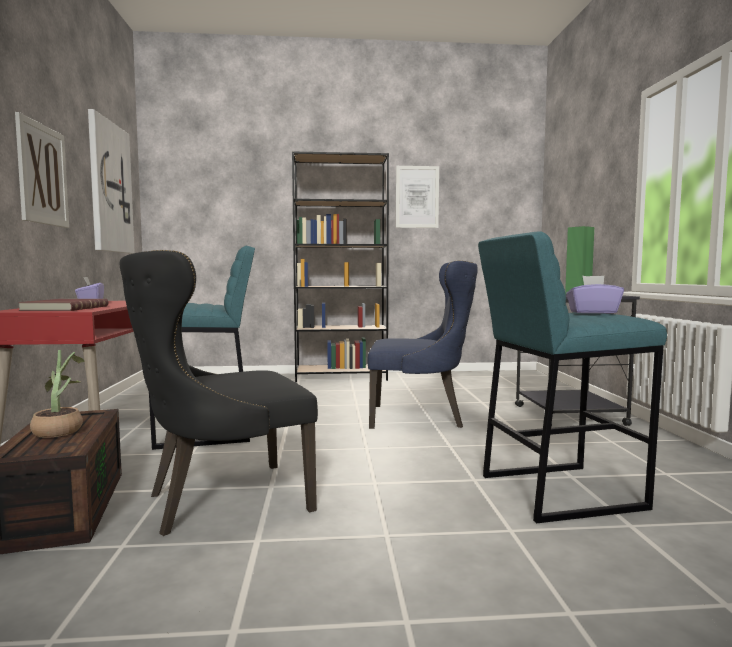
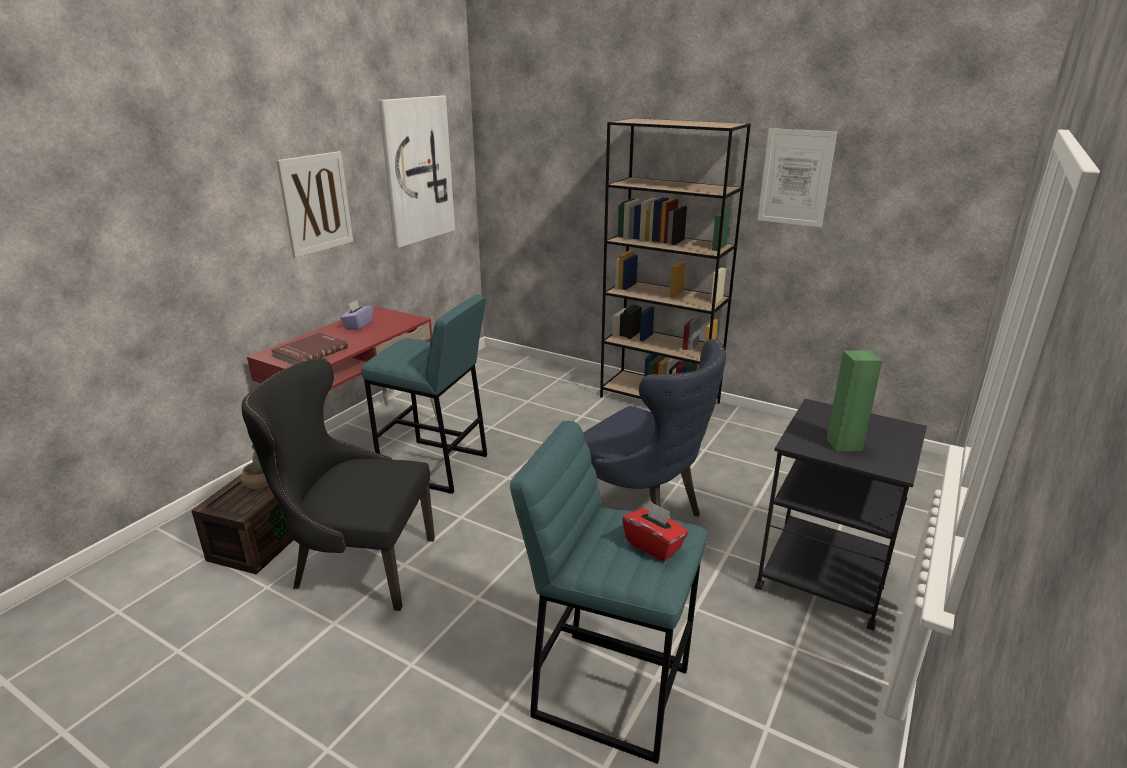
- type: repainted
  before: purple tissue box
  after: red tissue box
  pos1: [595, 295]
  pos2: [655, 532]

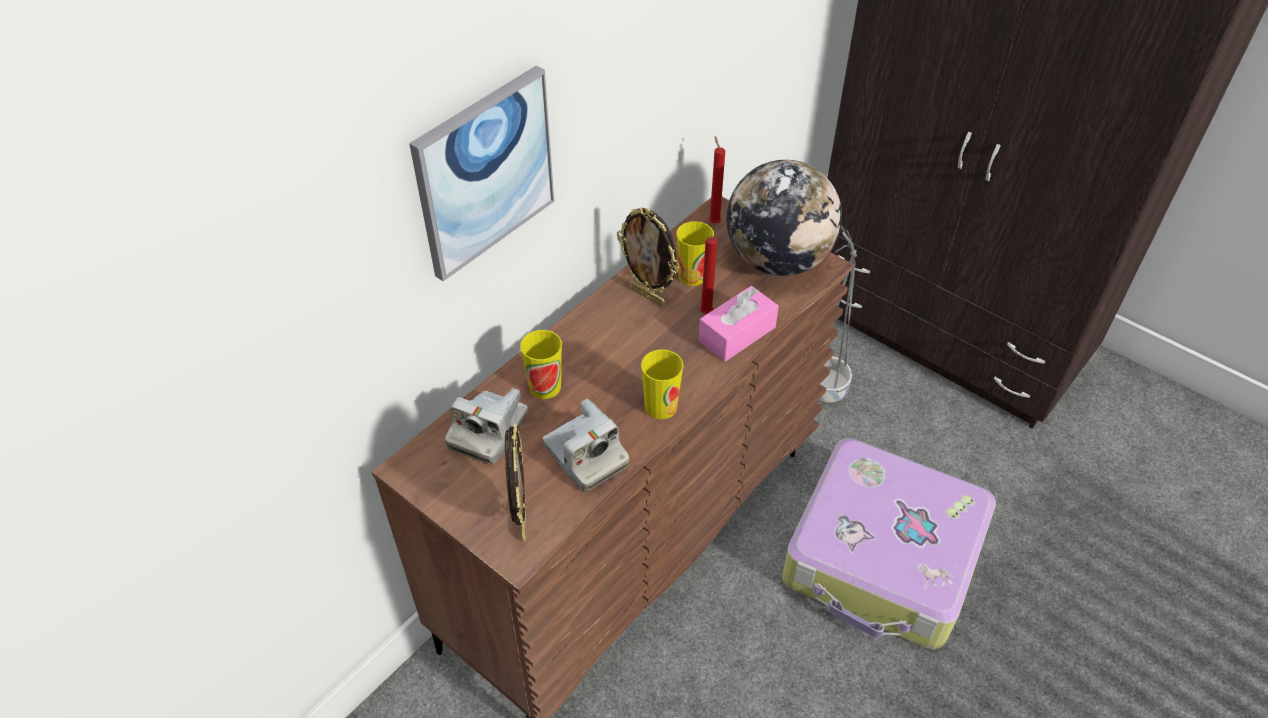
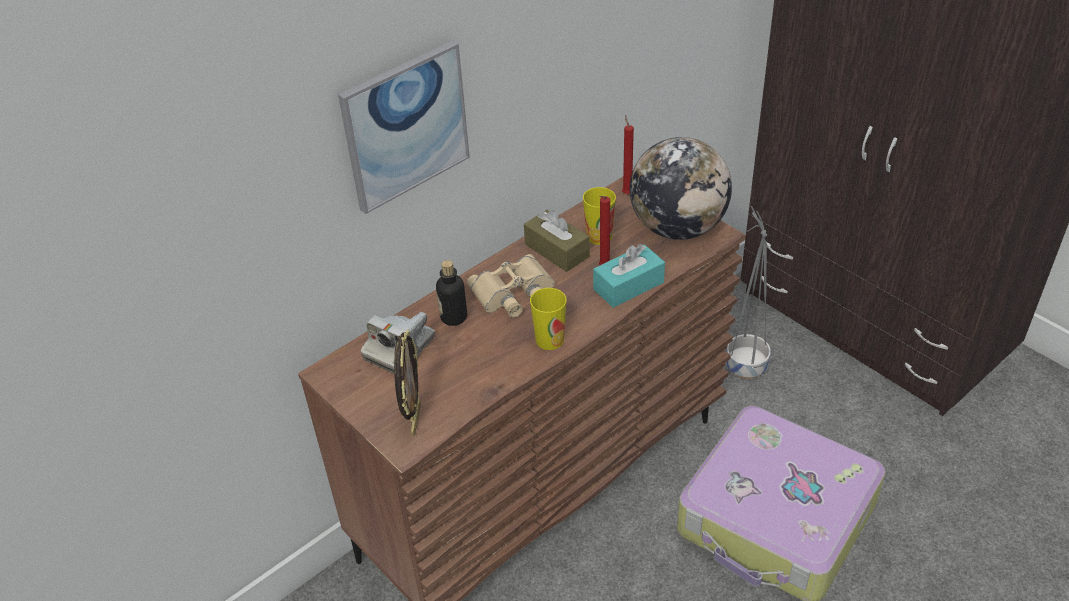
- type: gone
  before: photo camera
  pos1: [586, 445]
- type: new
  after: beige binoculars
  pos2: [511, 286]
- type: swapped
  before: cup
  after: bottle
  pos1: [541, 364]
  pos2: [451, 293]
- type: swapped
  before: picture frame
  after: brown tissue box
  pos1: [648, 257]
  pos2: [557, 241]
- type: repainted
  before: pink tissue box
  after: turquoise tissue box
  pos1: [738, 324]
  pos2: [629, 276]

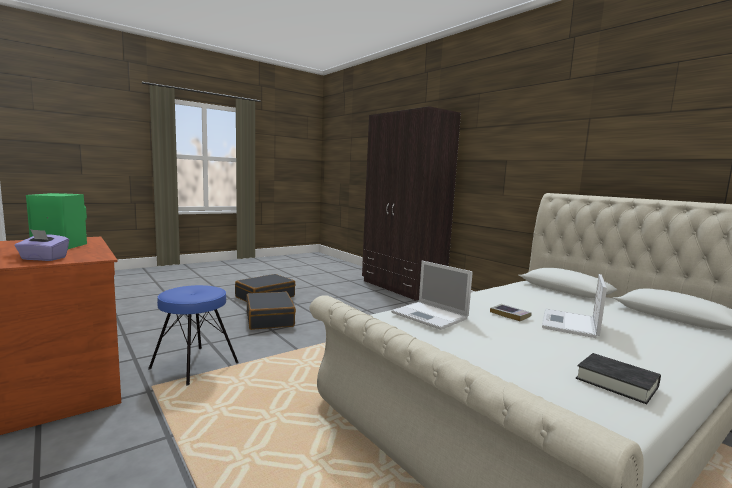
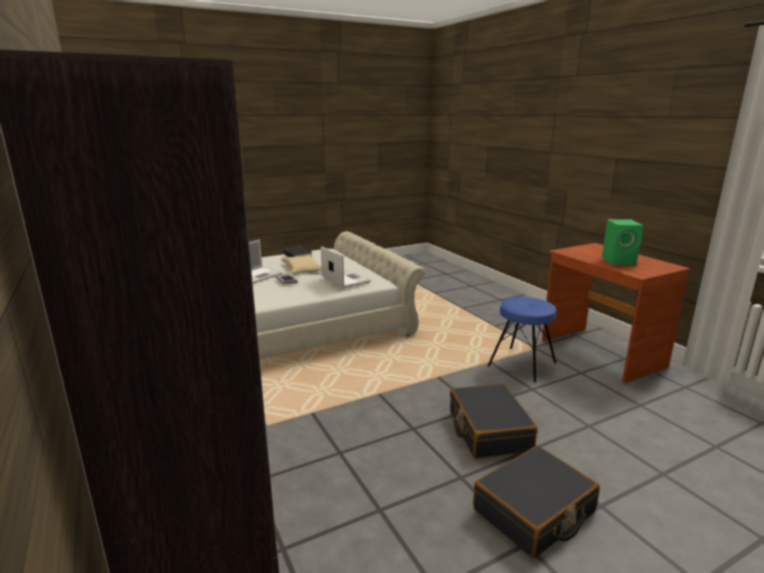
- type: gone
  before: purple tissue box
  pos1: [42, 245]
- type: new
  after: beige pillow
  pos2: [301, 264]

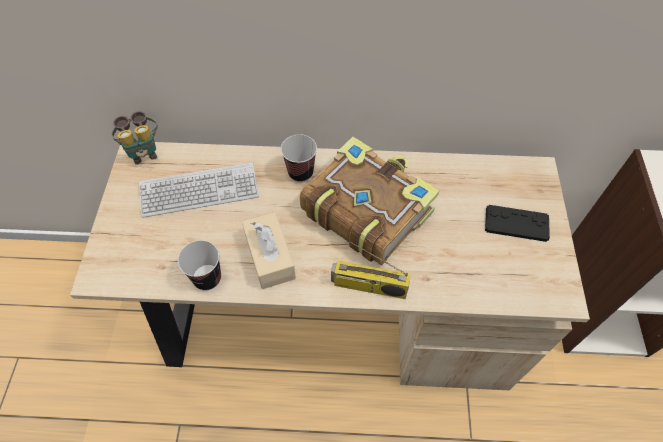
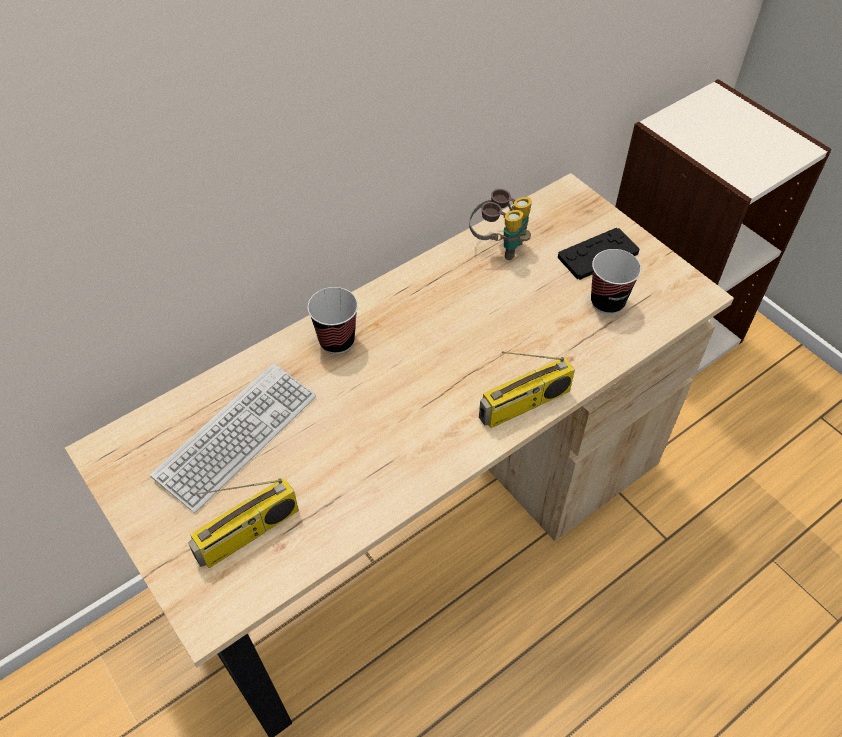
- type: gone
  before: beige tissue box
  pos1: [269, 250]
- type: gone
  before: book
  pos1: [370, 201]
- type: new
  after: radio
  pos2: [243, 522]
- type: shifted
  before: binoculars
  pos1: [135, 138]
  pos2: [500, 224]
- type: shifted
  before: cup
  pos1: [199, 265]
  pos2: [616, 281]

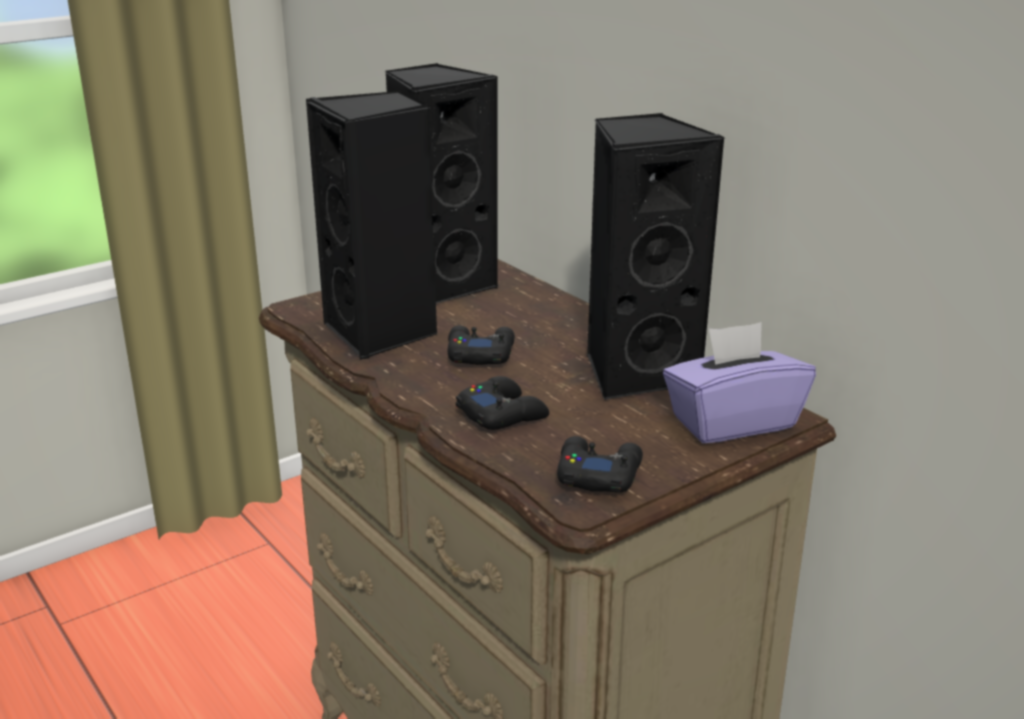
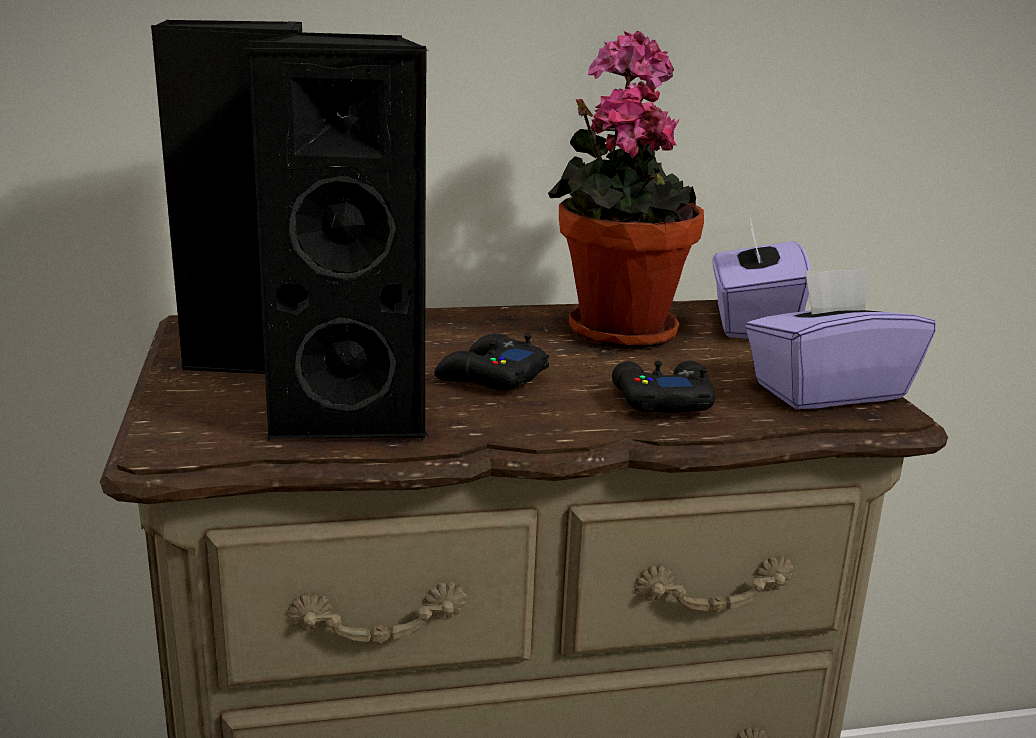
- type: swapped
  before: black game controller
  after: purple tissue box
  pos1: [600, 464]
  pos2: [840, 338]
- type: swapped
  before: black speaker
  after: potted plant
  pos1: [656, 256]
  pos2: [626, 190]

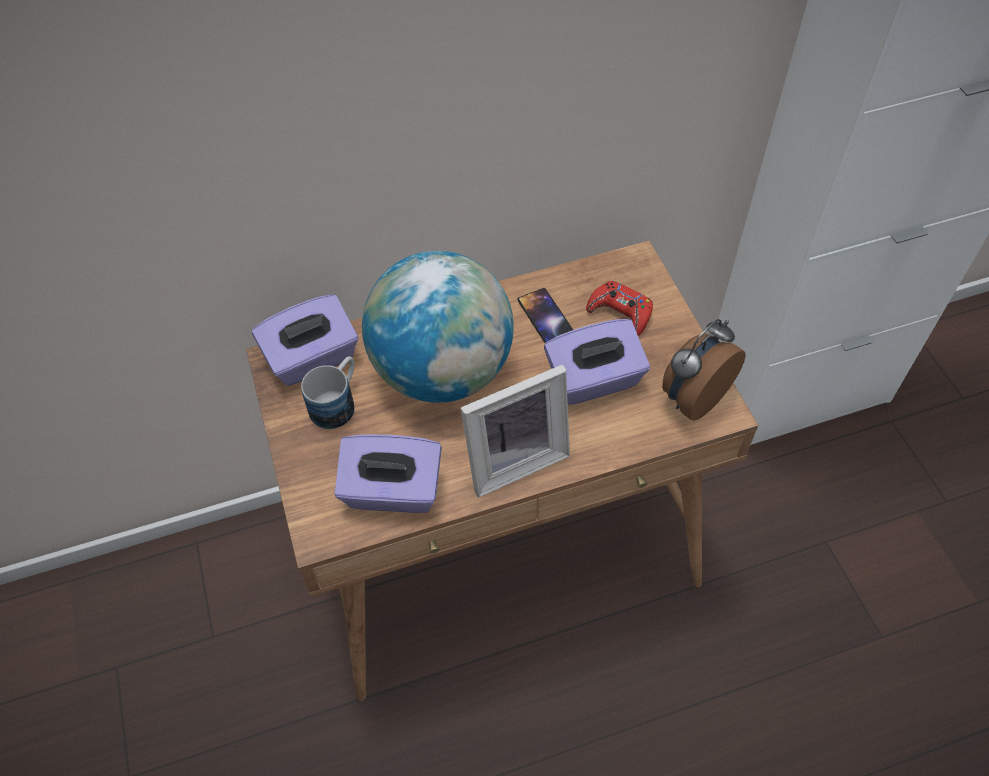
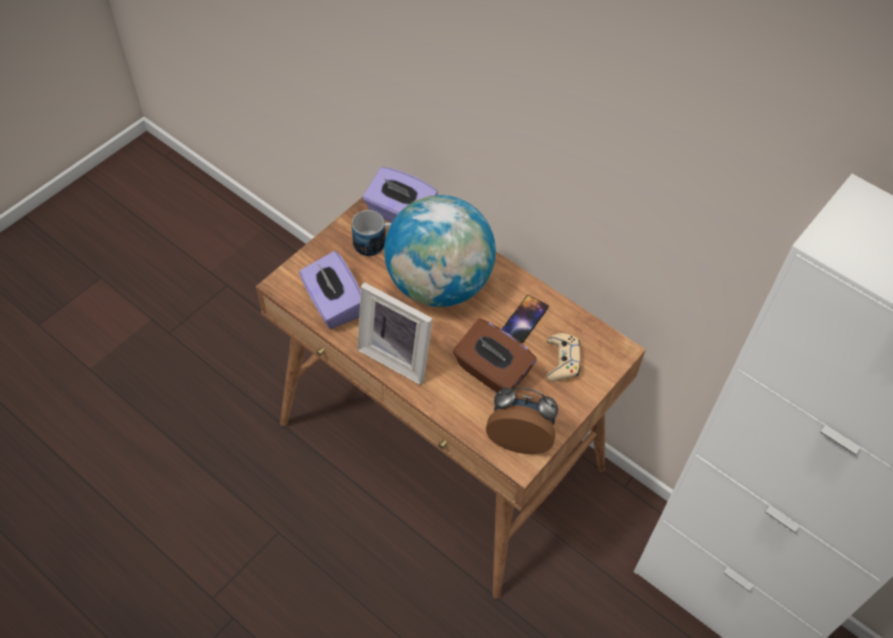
- type: repainted
  before: purple tissue box
  after: brown tissue box
  pos1: [597, 362]
  pos2: [495, 356]
- type: repainted
  before: red game controller
  after: beige game controller
  pos1: [619, 308]
  pos2: [563, 357]

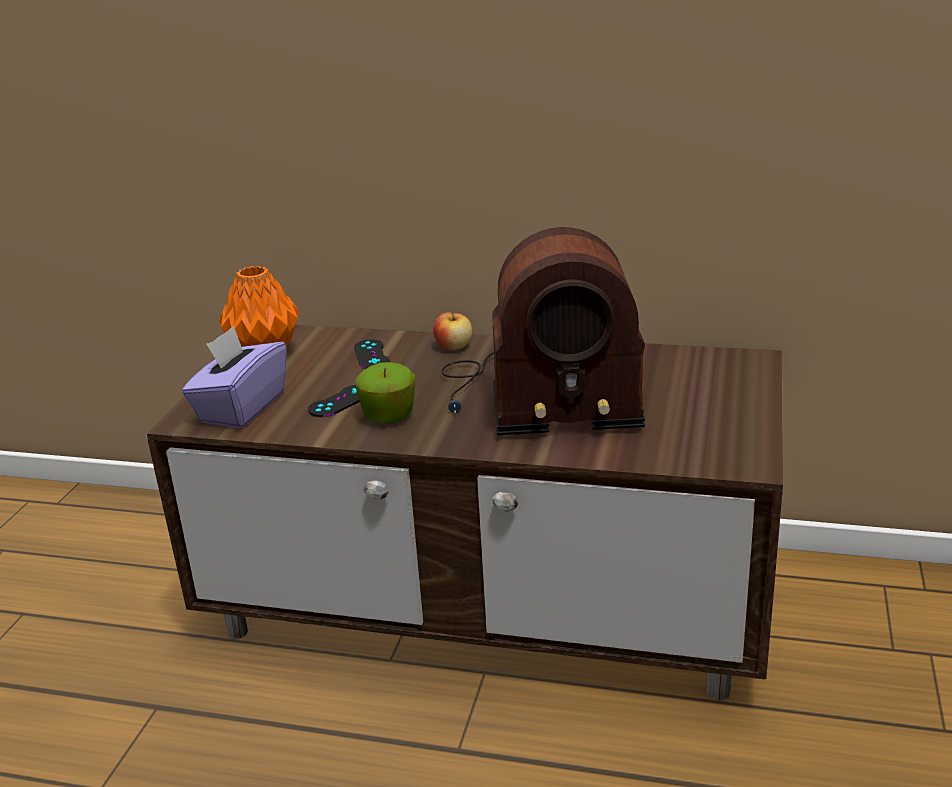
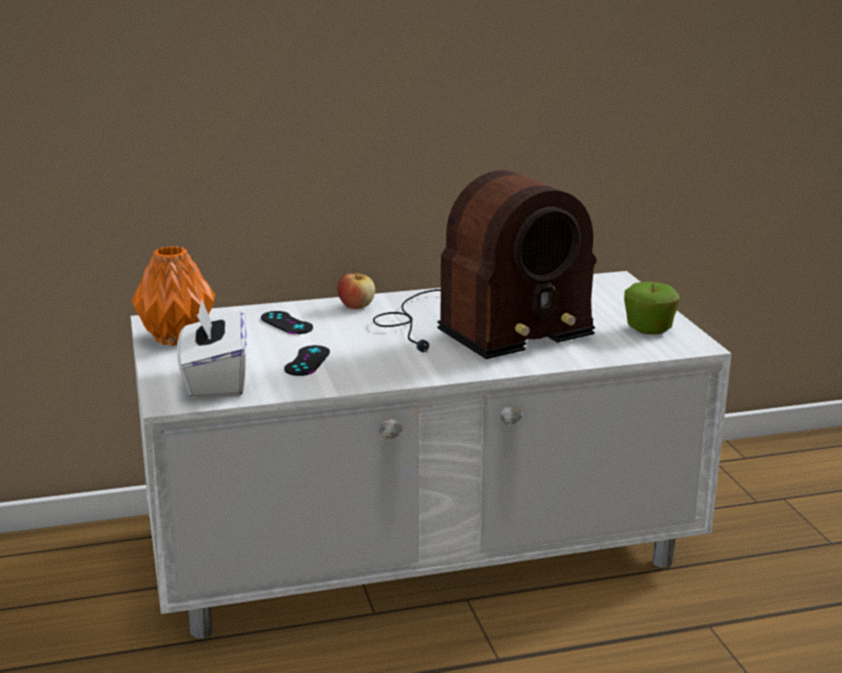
- type: shifted
  before: apple
  pos1: [385, 393]
  pos2: [652, 308]
- type: repainted
  before: brown tv stand
  after: white tv stand
  pos1: [464, 512]
  pos2: [431, 454]
- type: repainted
  before: purple tissue box
  after: white tissue box
  pos1: [234, 377]
  pos2: [212, 349]

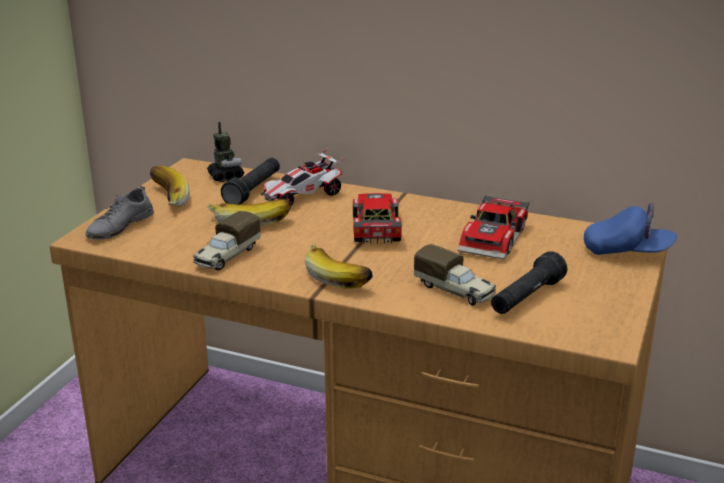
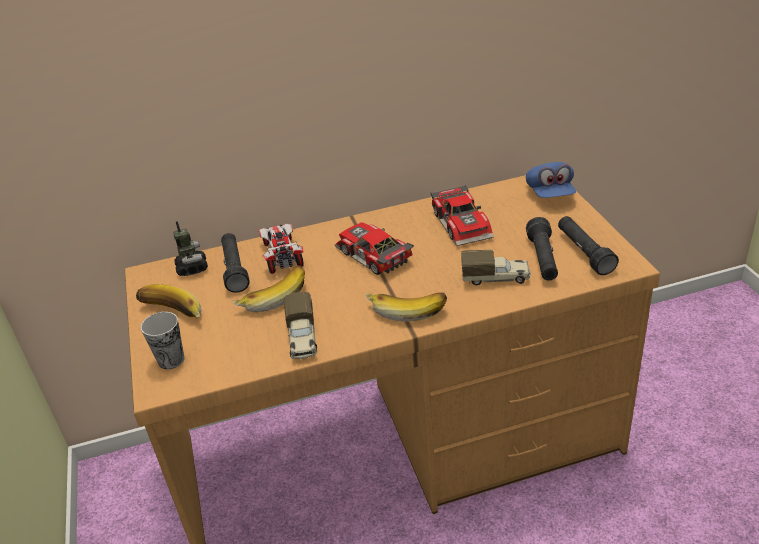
- type: new
  after: black flashlight
  pos2: [588, 245]
- type: swapped
  before: grey shoe
  after: cup
  pos1: [120, 213]
  pos2: [162, 340]
- type: rotated
  before: toy robot
  pos1: [225, 152]
  pos2: [190, 248]
  turn: 45
- type: rotated
  before: toy car
  pos1: [303, 176]
  pos2: [281, 249]
  turn: 150
- type: rotated
  before: blue cap
  pos1: [630, 229]
  pos2: [551, 180]
  turn: 105

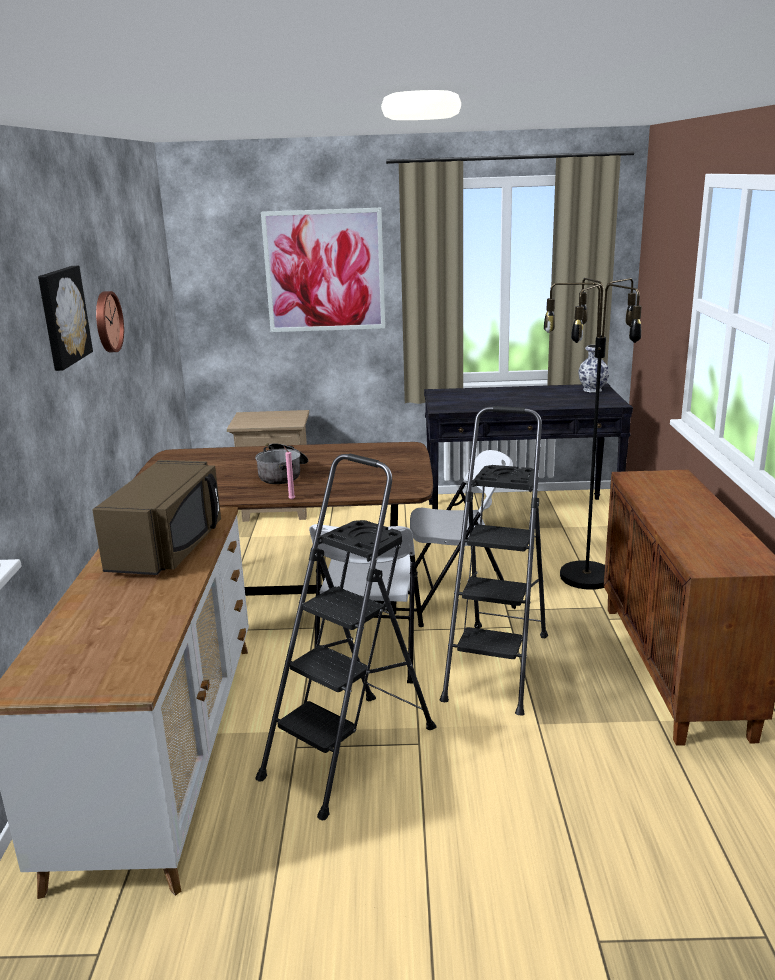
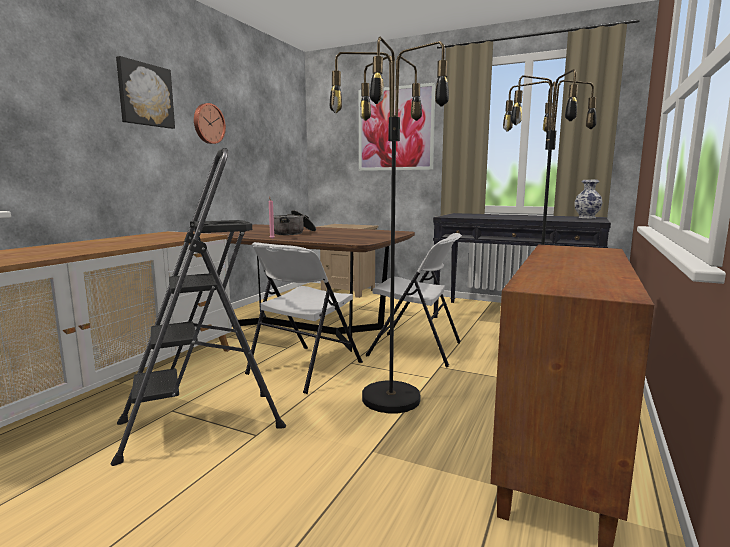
- type: gone
  before: brown microwave
  pos1: [156, 517]
- type: swapped
  before: step ladder
  after: floor lamp
  pos1: [494, 561]
  pos2: [389, 224]

